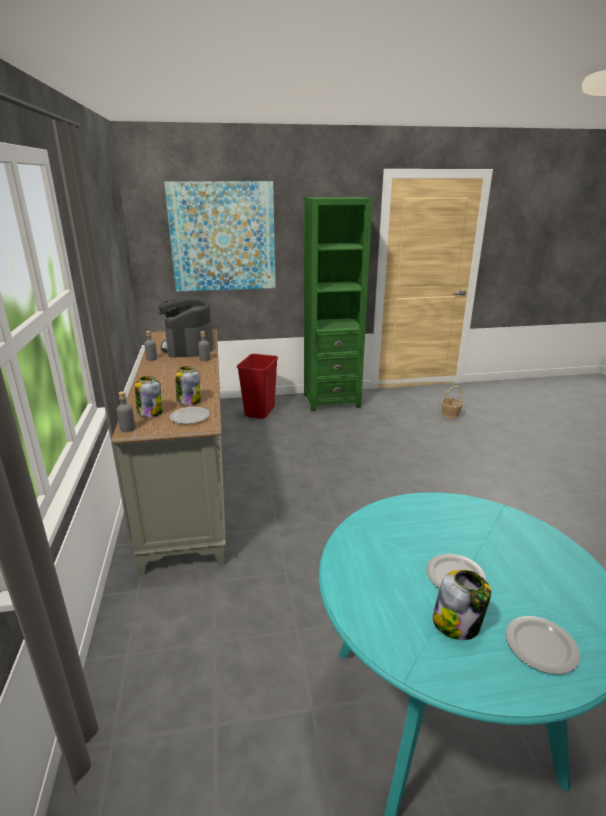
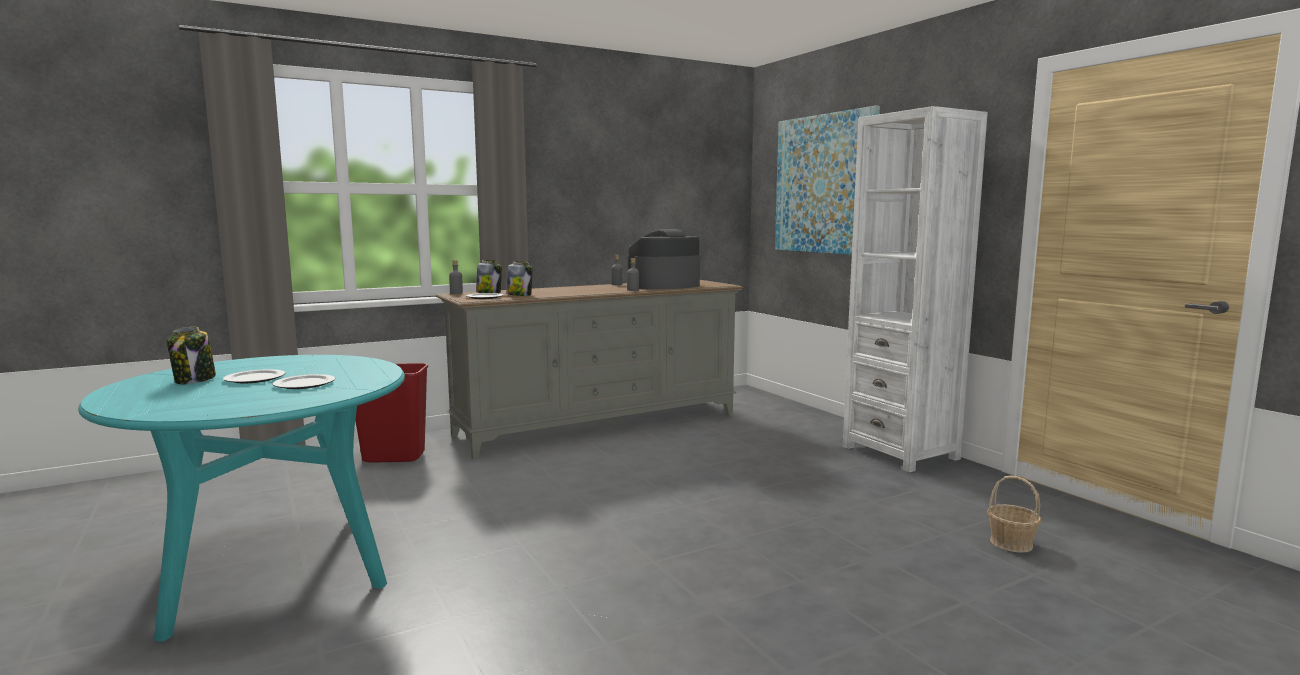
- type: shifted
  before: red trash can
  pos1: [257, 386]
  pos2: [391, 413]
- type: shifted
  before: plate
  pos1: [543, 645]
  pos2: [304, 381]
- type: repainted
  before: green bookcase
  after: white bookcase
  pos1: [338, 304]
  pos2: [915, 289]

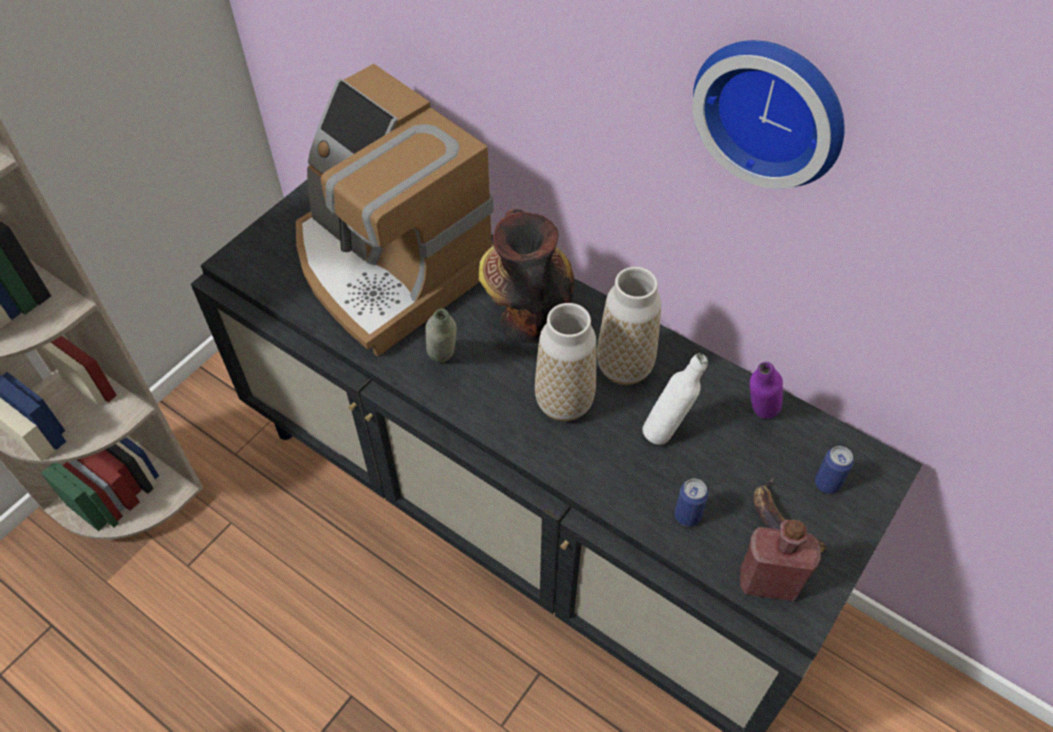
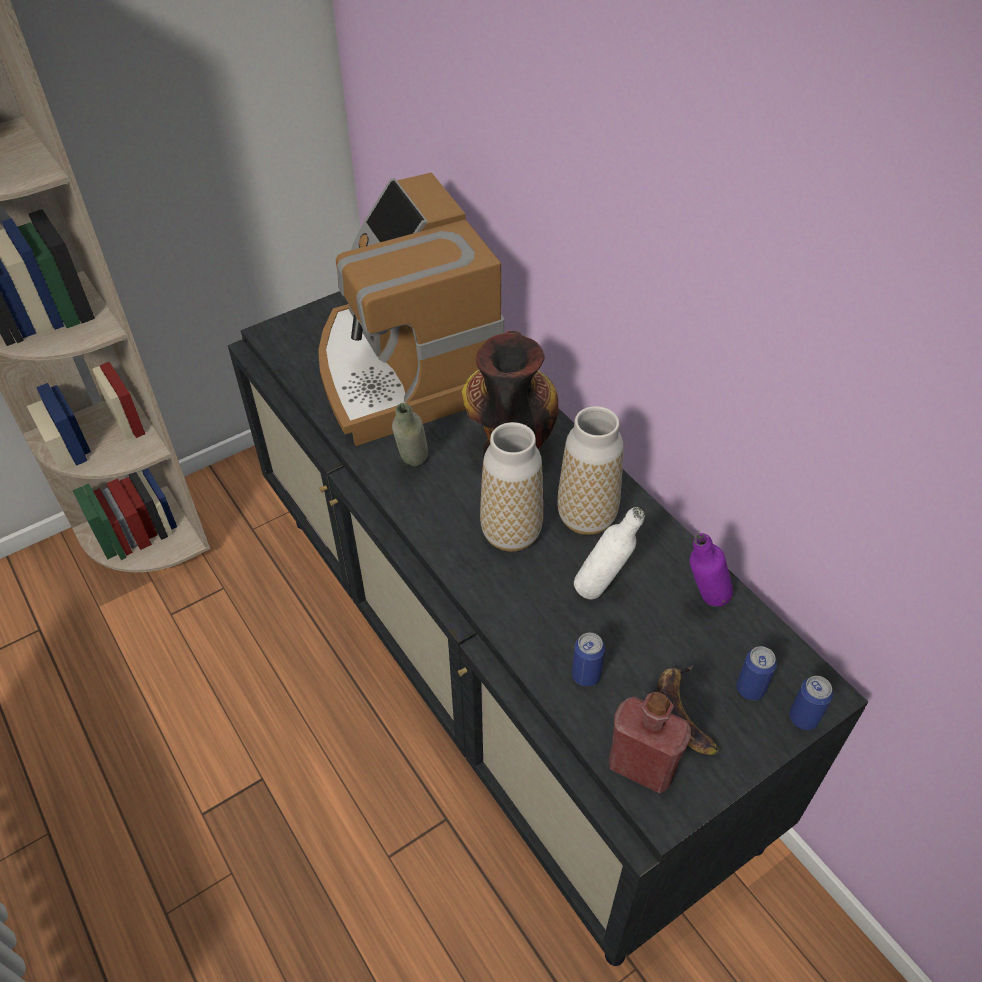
- type: gone
  before: wall clock
  pos1: [769, 114]
- type: new
  after: can
  pos2: [811, 703]

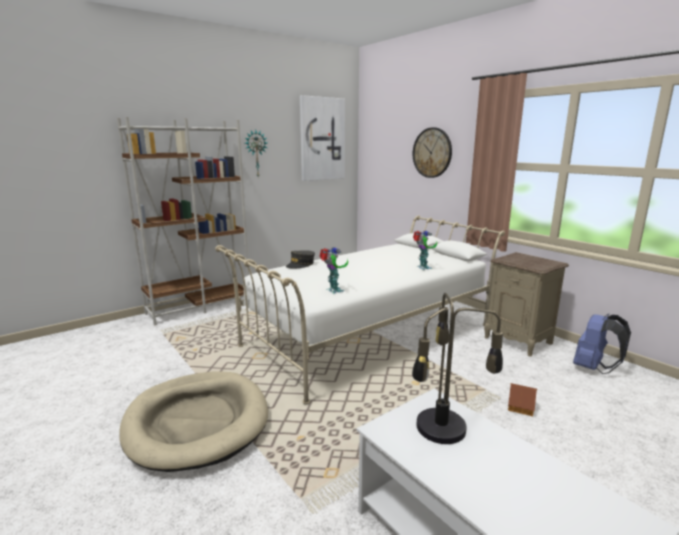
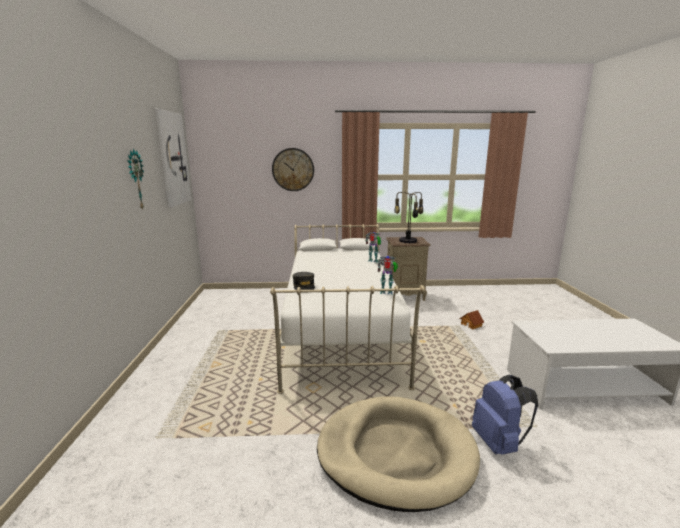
- type: gone
  before: brown bookcase
  pos1: [183, 221]
- type: shifted
  before: table lamp
  pos1: [457, 368]
  pos2: [408, 217]
- type: shifted
  before: blue backpack
  pos1: [602, 343]
  pos2: [505, 415]

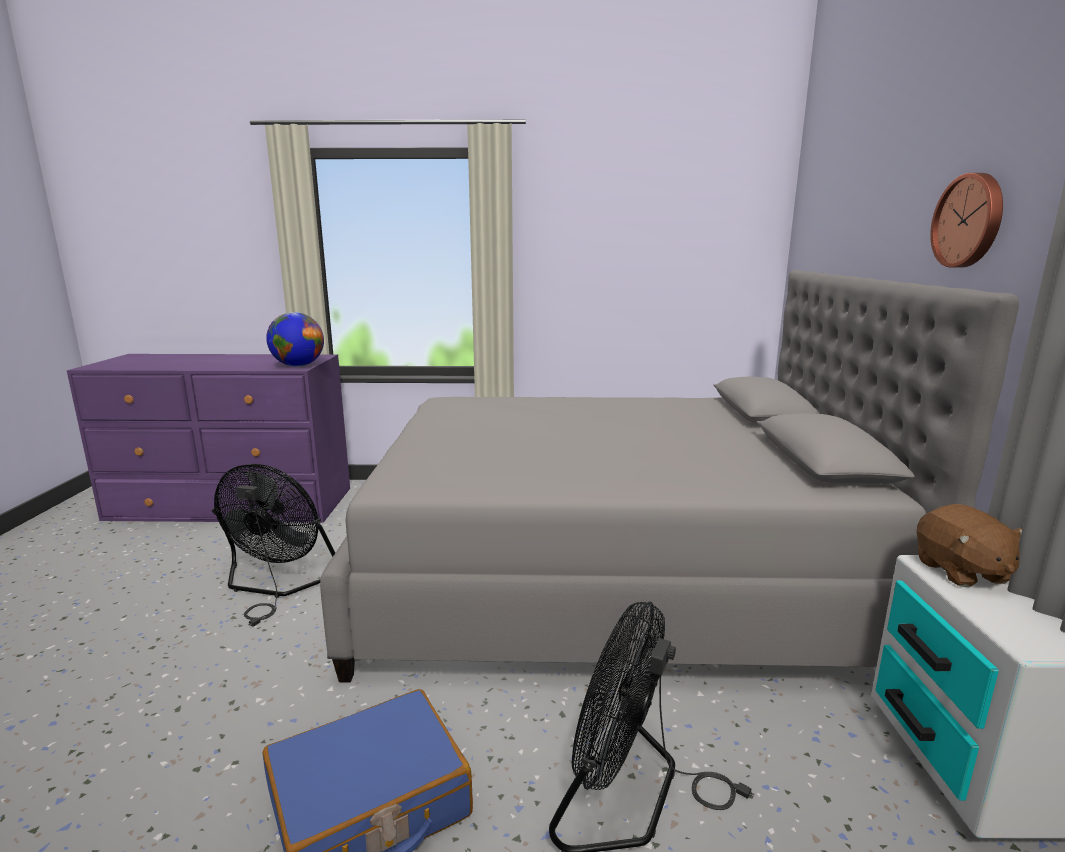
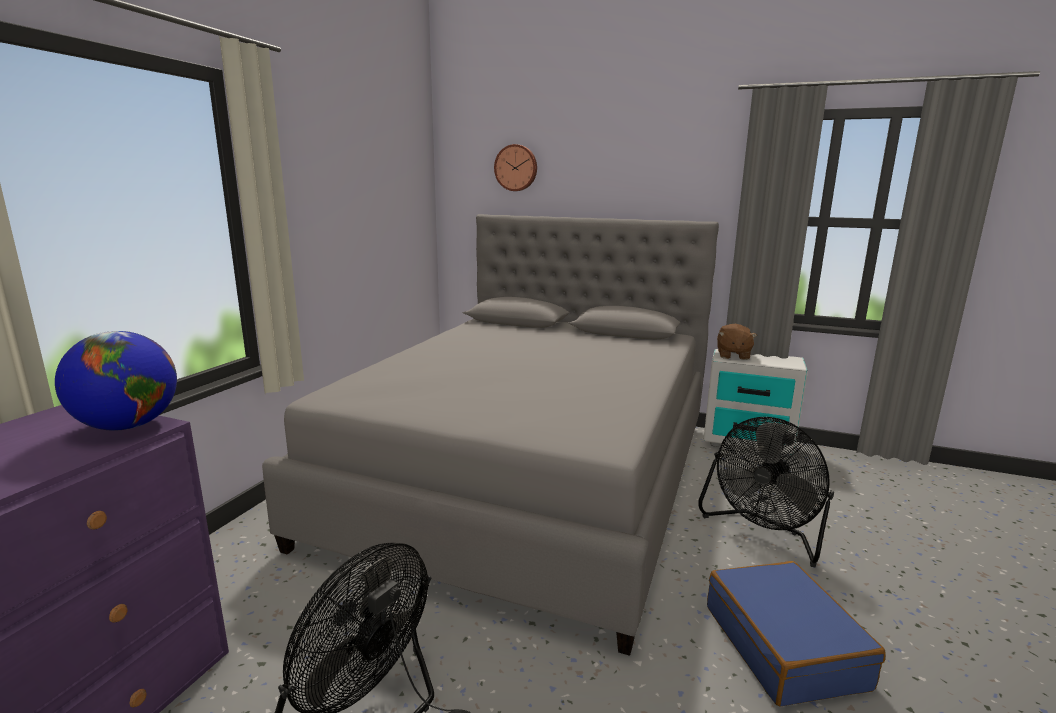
- type: shifted
  before: wall clock
  pos1: [966, 220]
  pos2: [515, 167]
- type: rotated
  before: brown plush toy
  pos1: [969, 545]
  pos2: [737, 342]
  turn: 90

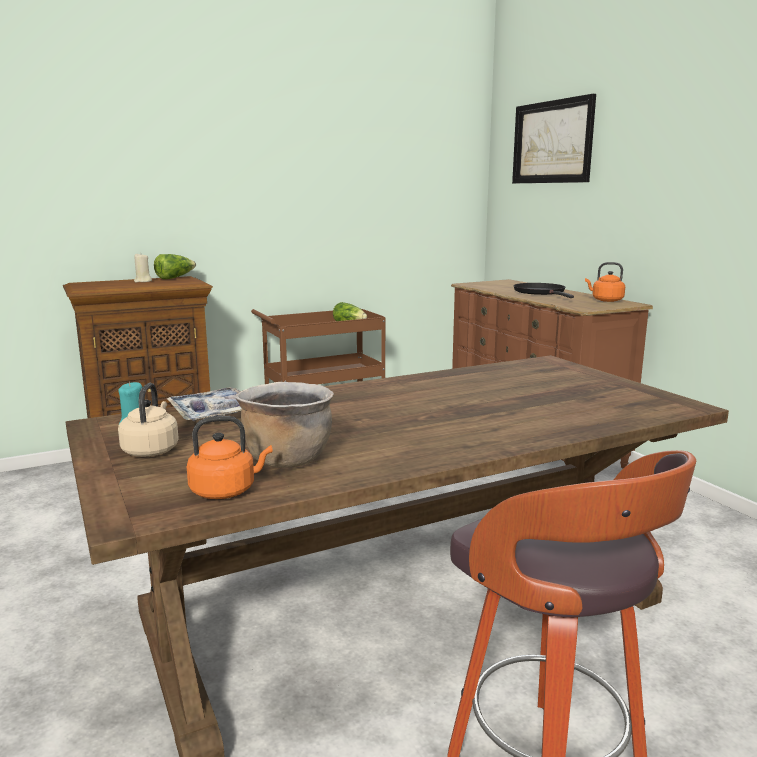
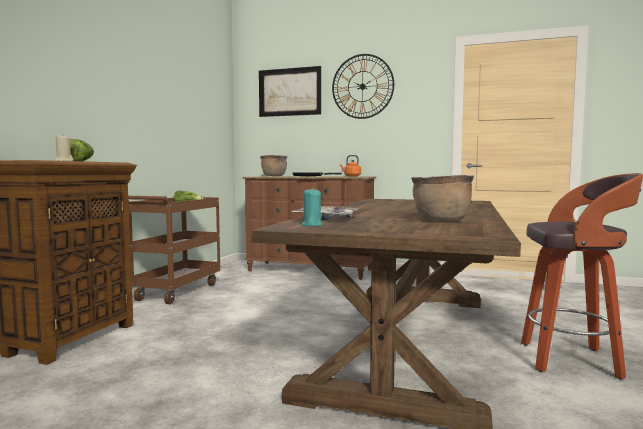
- type: gone
  before: beige kettle
  pos1: [148, 420]
- type: gone
  before: orange kettle
  pos1: [229, 457]
- type: new
  after: brown cooking pot
  pos2: [273, 165]
- type: new
  after: wall clock
  pos2: [363, 86]

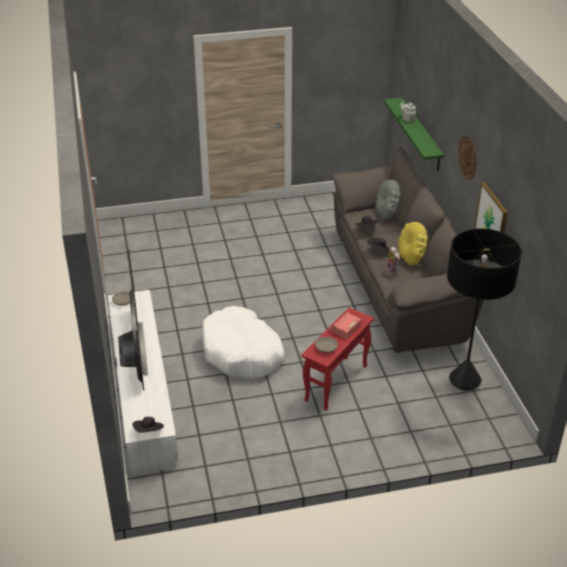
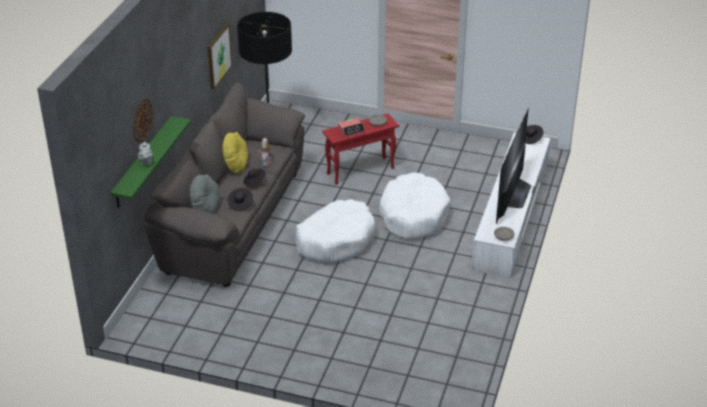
- type: new
  after: white dog bed
  pos2: [335, 231]
- type: shifted
  before: wall clock
  pos1: [467, 157]
  pos2: [143, 120]

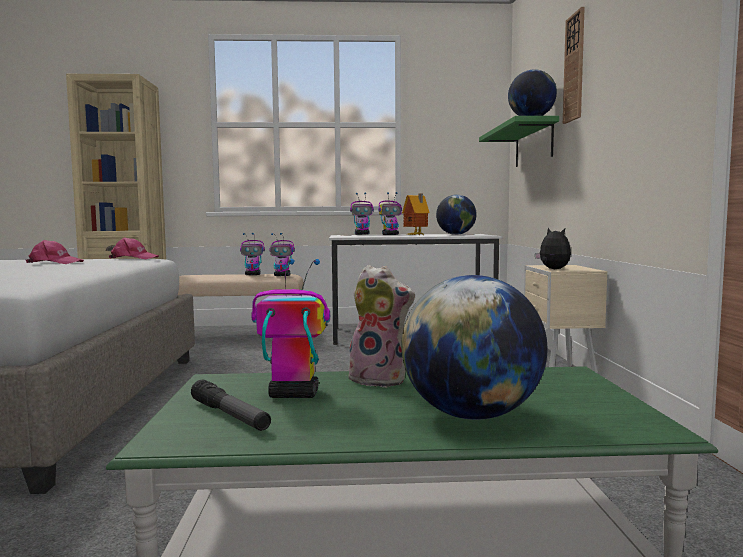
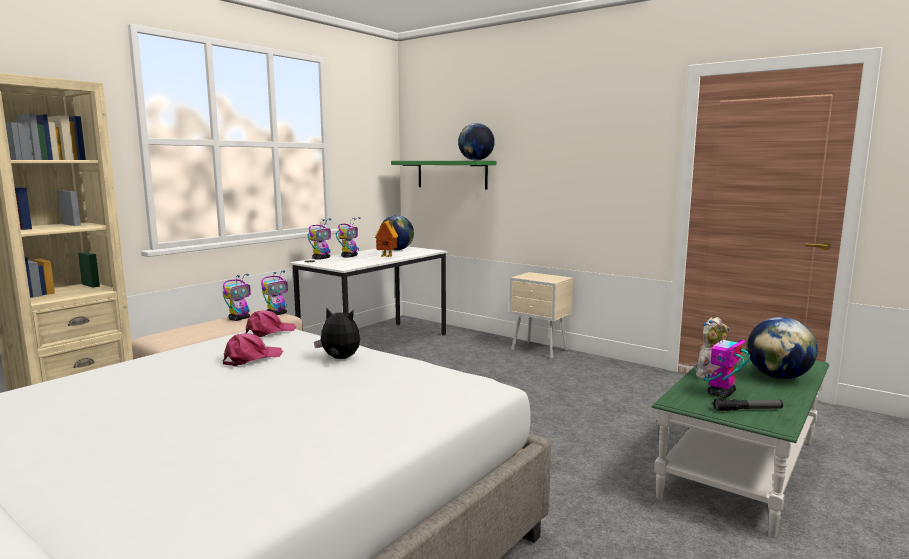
- type: gone
  before: wall clock
  pos1: [574, 65]
- type: shifted
  before: plush toy
  pos1: [553, 248]
  pos2: [337, 333]

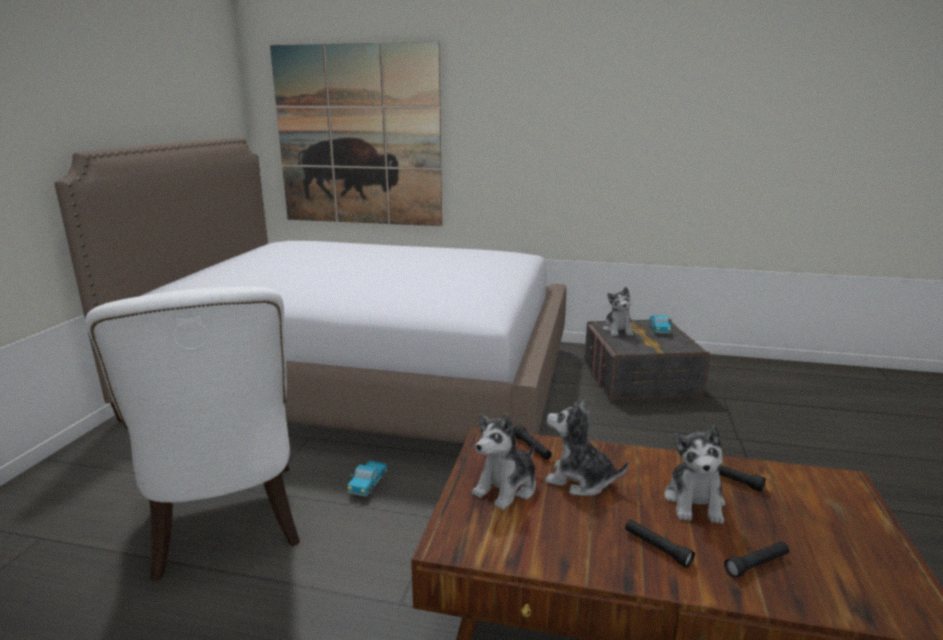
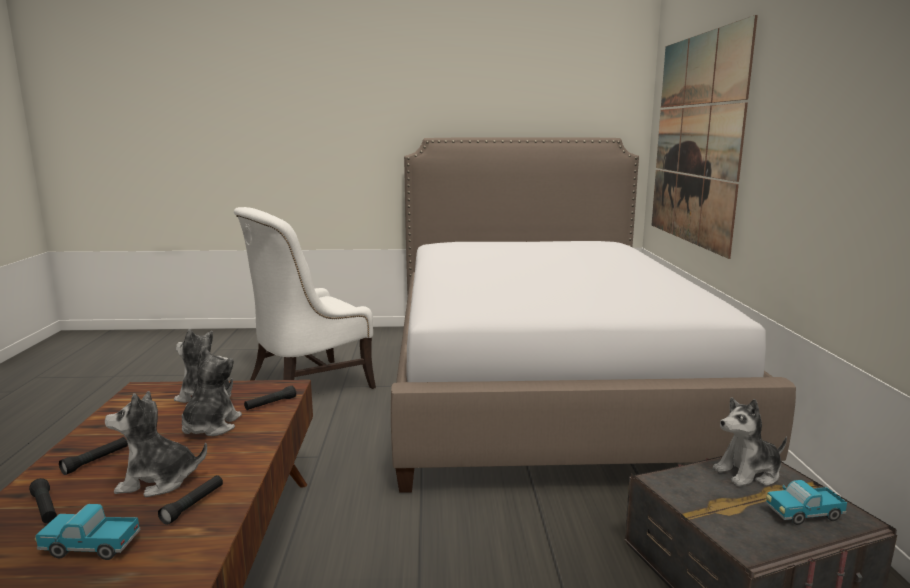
- type: shifted
  before: toy truck
  pos1: [367, 478]
  pos2: [87, 532]

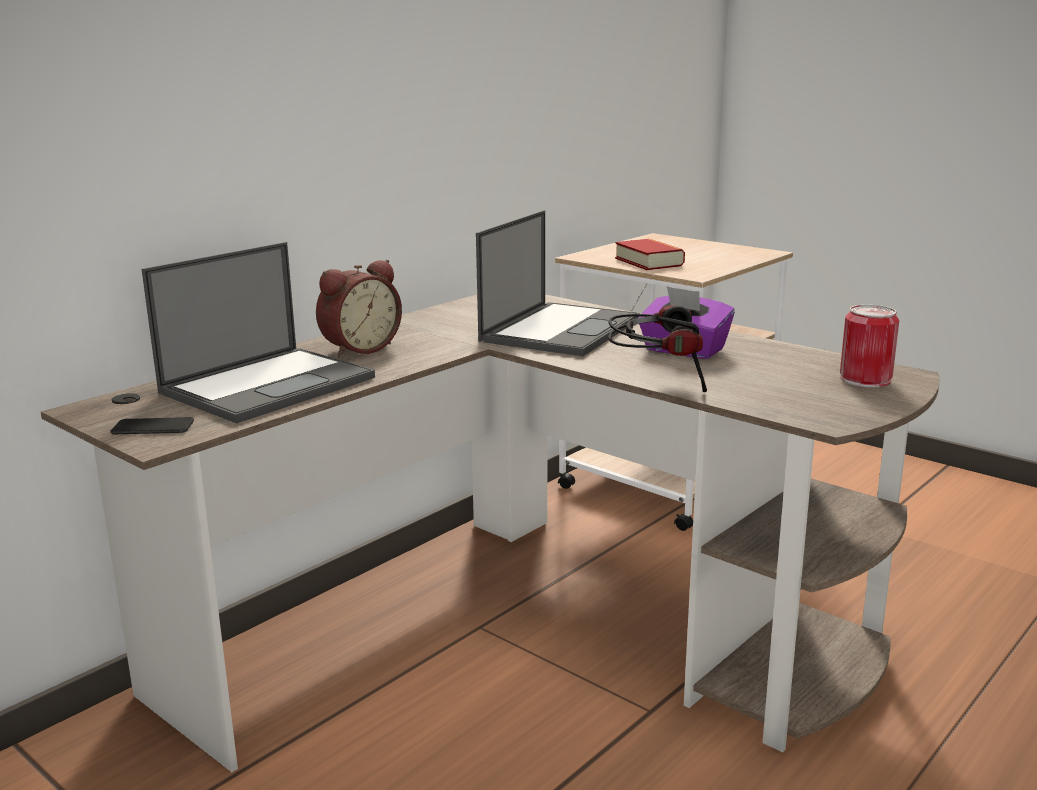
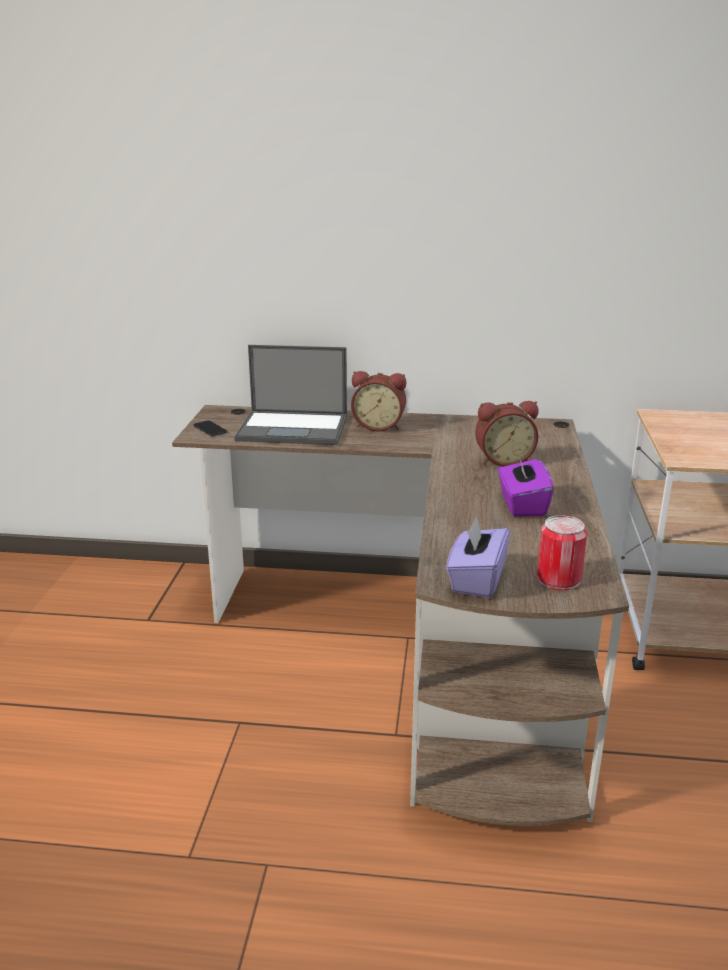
- type: gone
  before: headphones
  pos1: [657, 348]
- type: gone
  before: book
  pos1: [650, 254]
- type: new
  after: purple tissue box
  pos2: [478, 557]
- type: swapped
  before: laptop
  after: alarm clock
  pos1: [558, 283]
  pos2: [506, 433]

